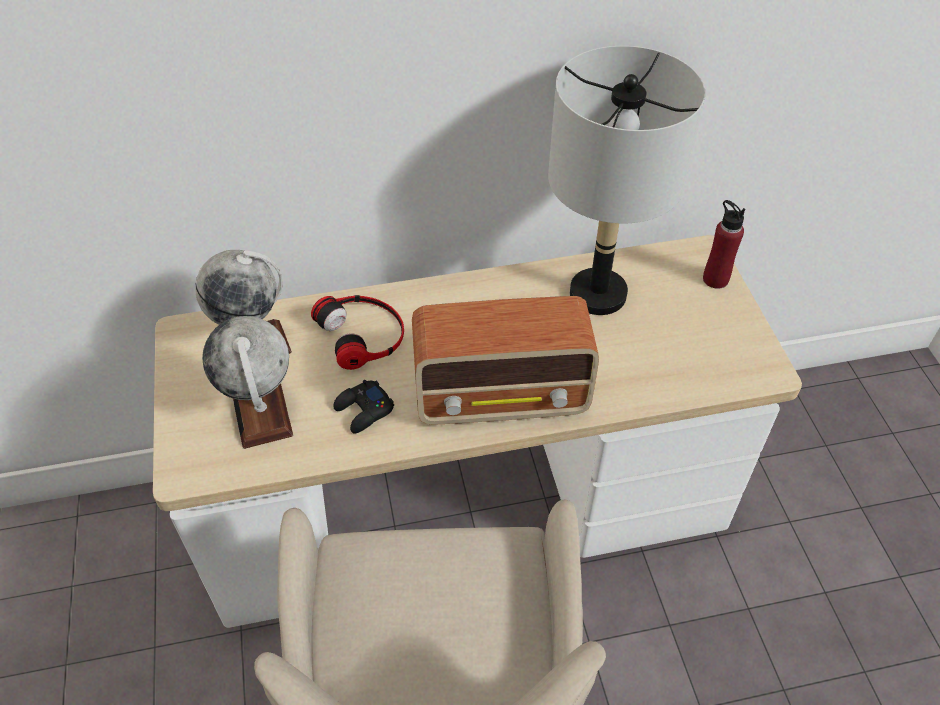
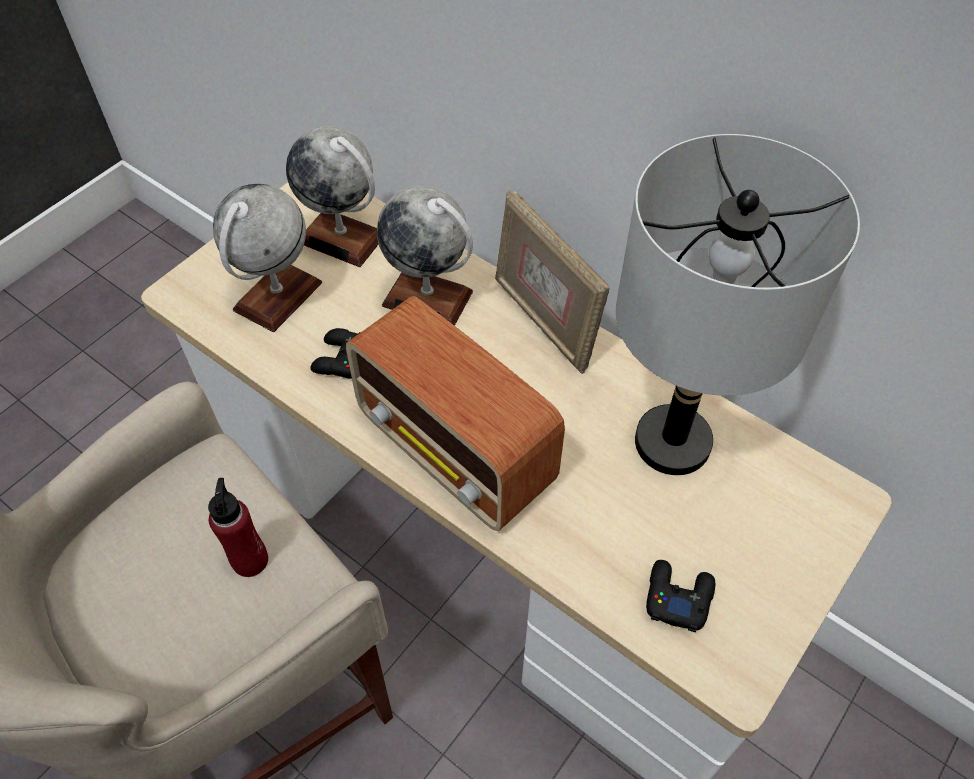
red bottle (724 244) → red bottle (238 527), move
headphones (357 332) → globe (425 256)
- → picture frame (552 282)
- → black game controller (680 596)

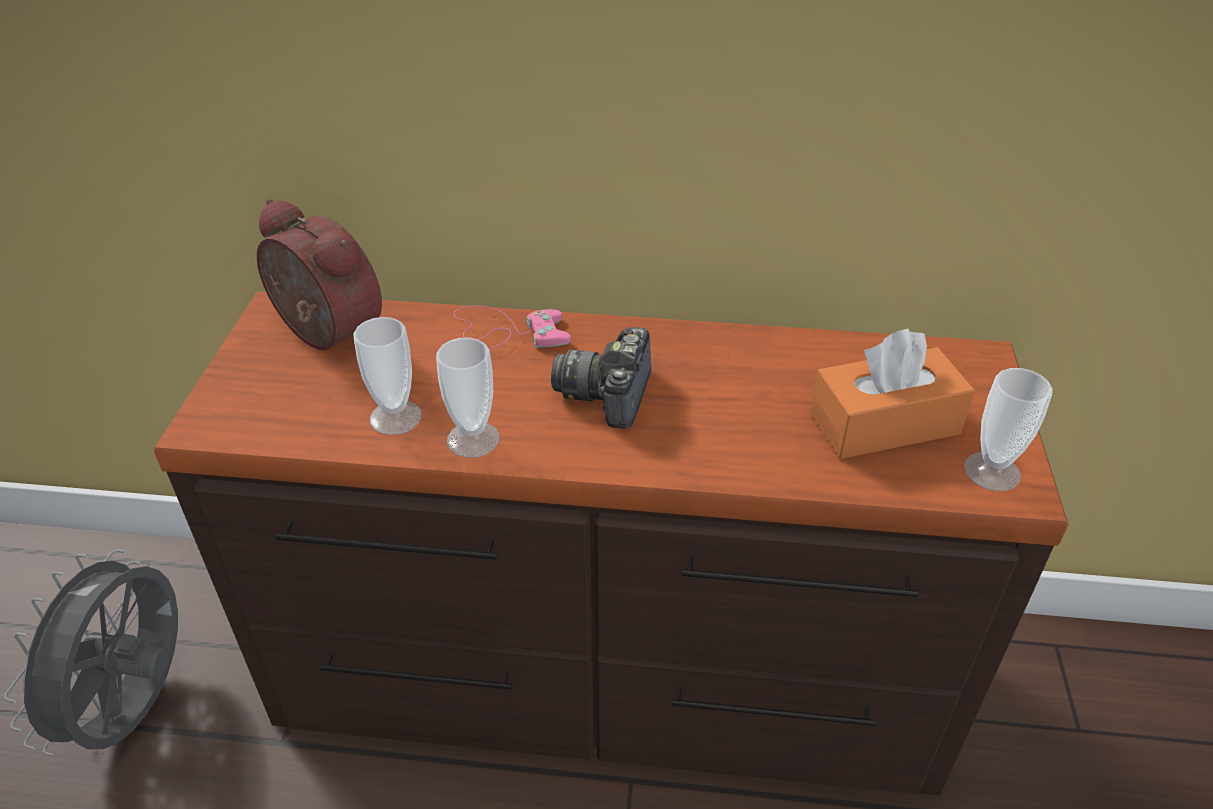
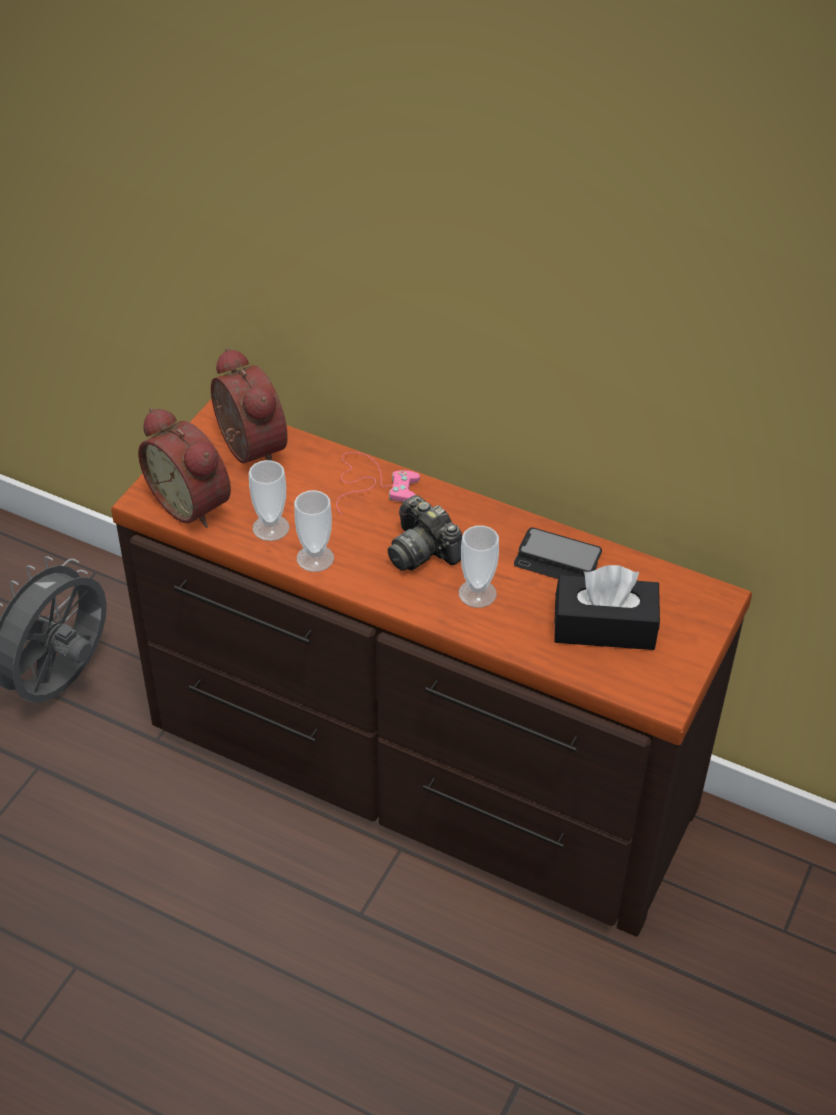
- → alarm clock (184 467)
photo camera (601 378) → photo camera (425 533), 75 degrees counterclockwise
cup (1008 429) → cup (479 566), move
- → phone (558 553)
orange tissue box (892 393) → black tissue box (607 607)

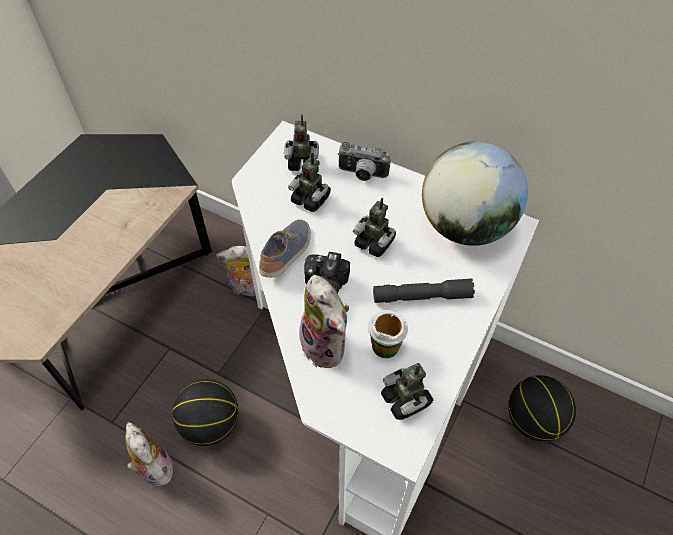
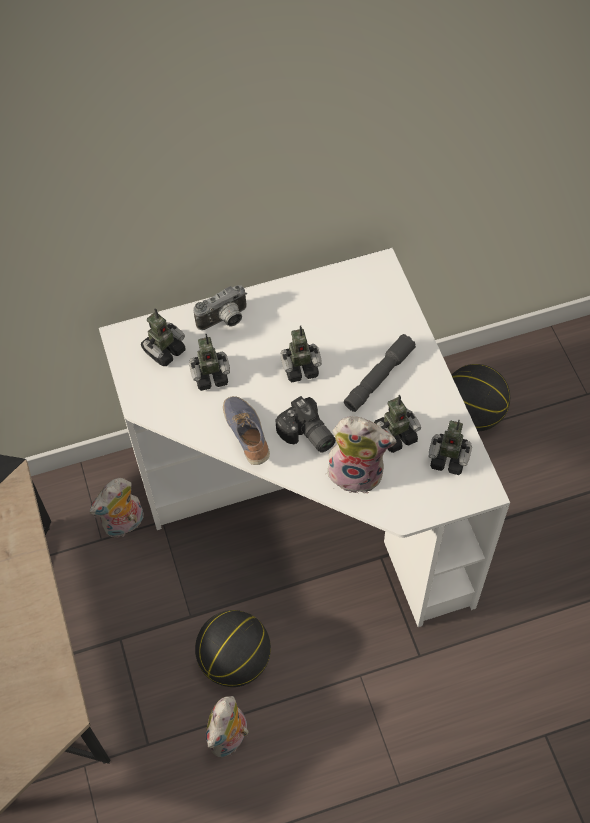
plush toy (149 454) → plush toy (227 726), 75 degrees counterclockwise
cup (388 334) → toy robot (397 424)
globe (475 193) → -

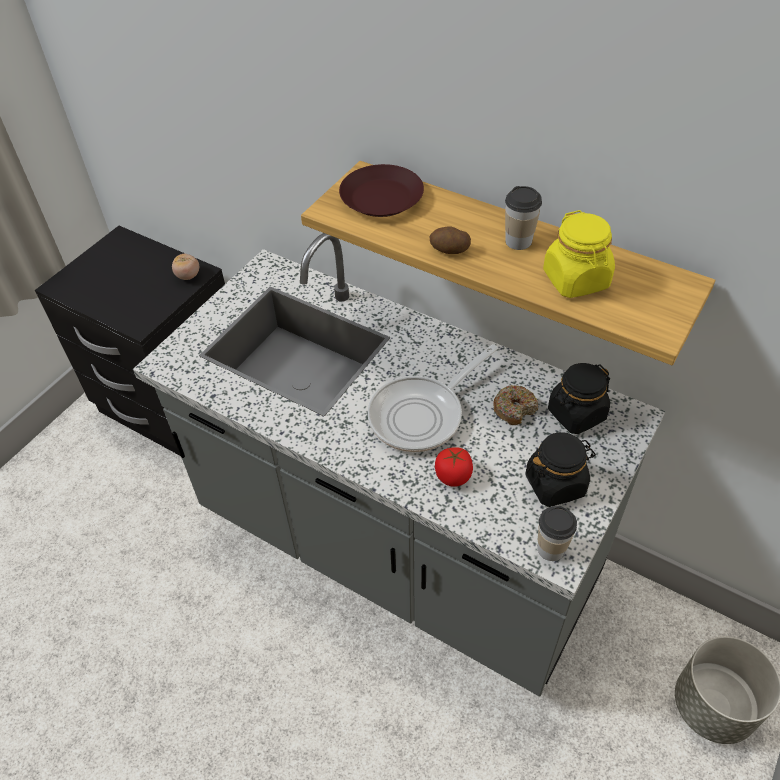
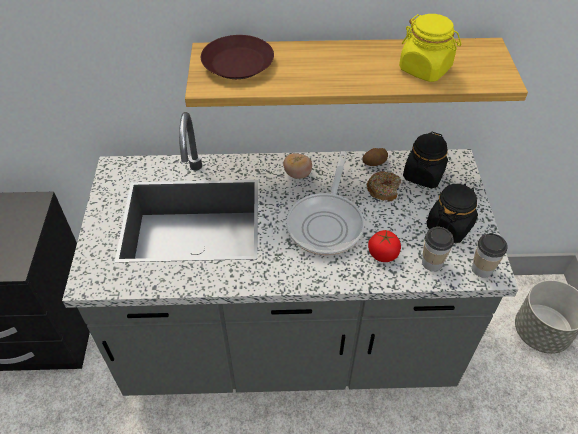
tomato (185 267) → tomato (297 166), move
potato (450 240) → potato (375 157), move
cup (523 218) → cup (438 249), move

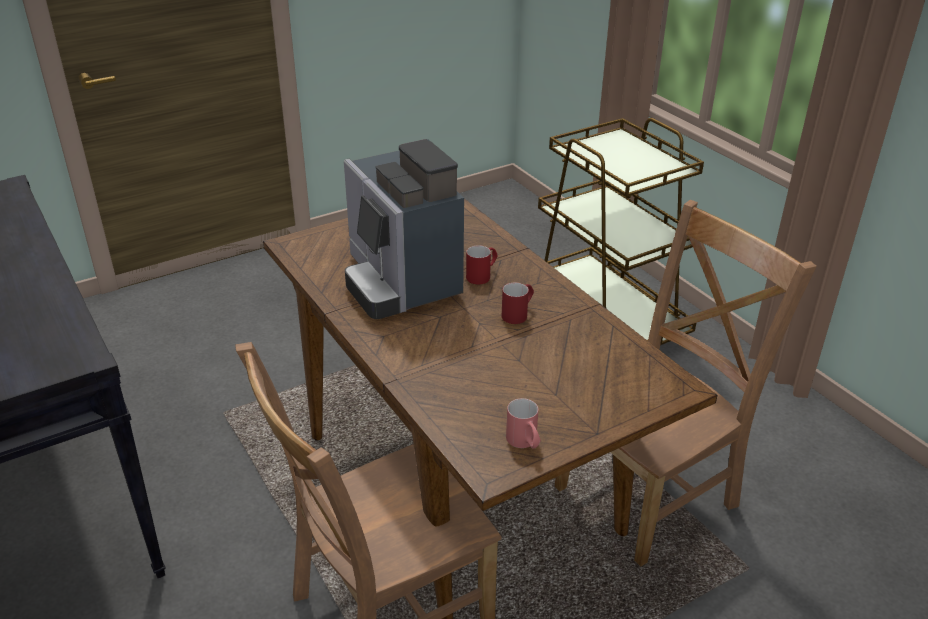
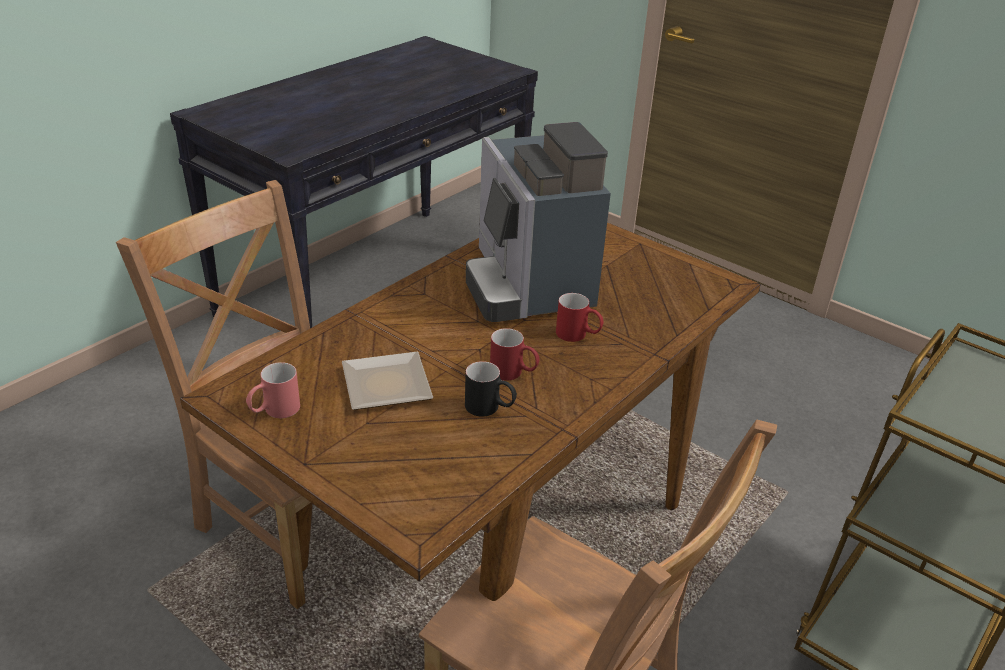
- → plate (387 381)
- → black mug (491 388)
coffee machine (404 229) → coffee machine (538 222), 60 degrees counterclockwise

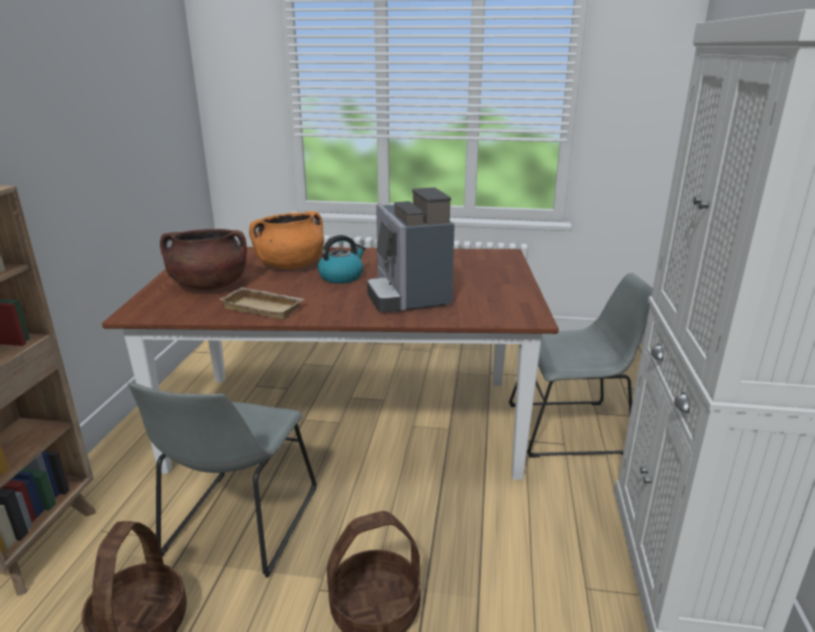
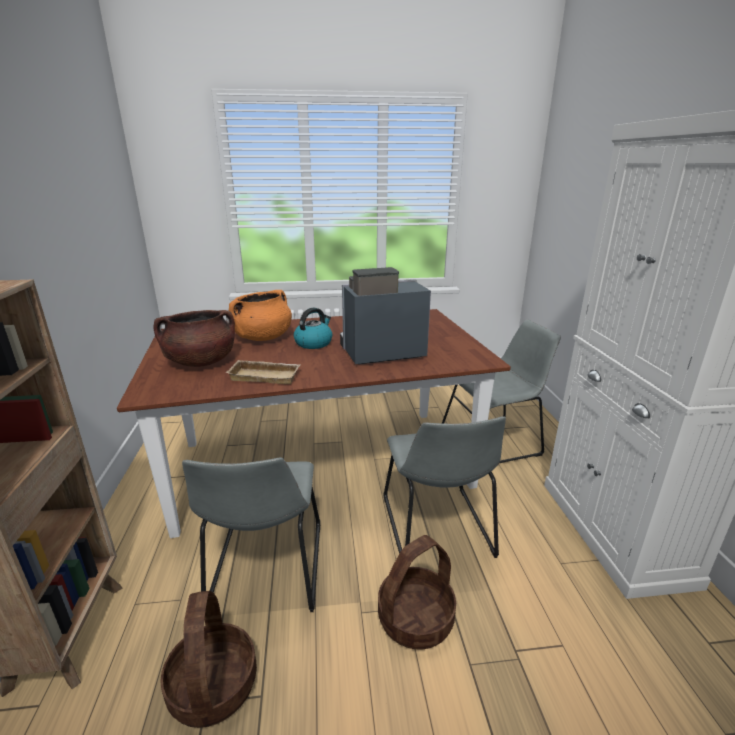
coffee machine (411 250) → coffee machine (385 316), 105 degrees clockwise
- → grey chair (445 487)

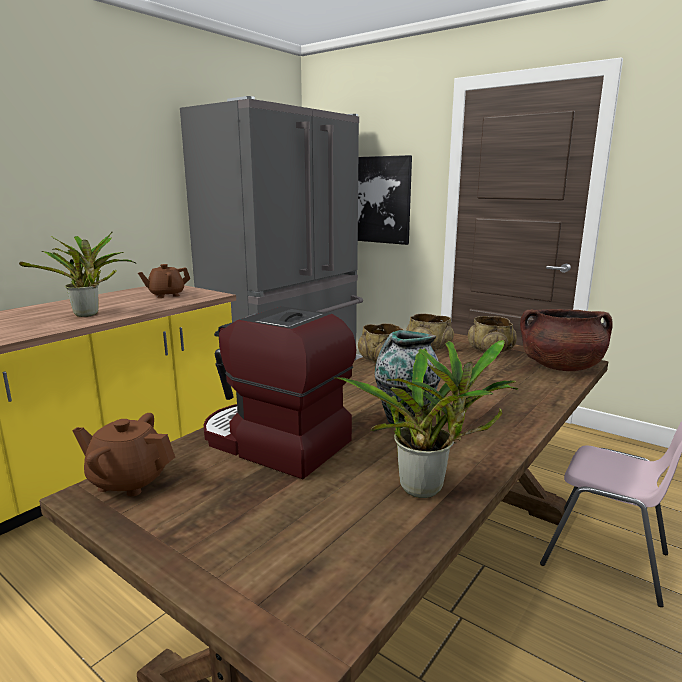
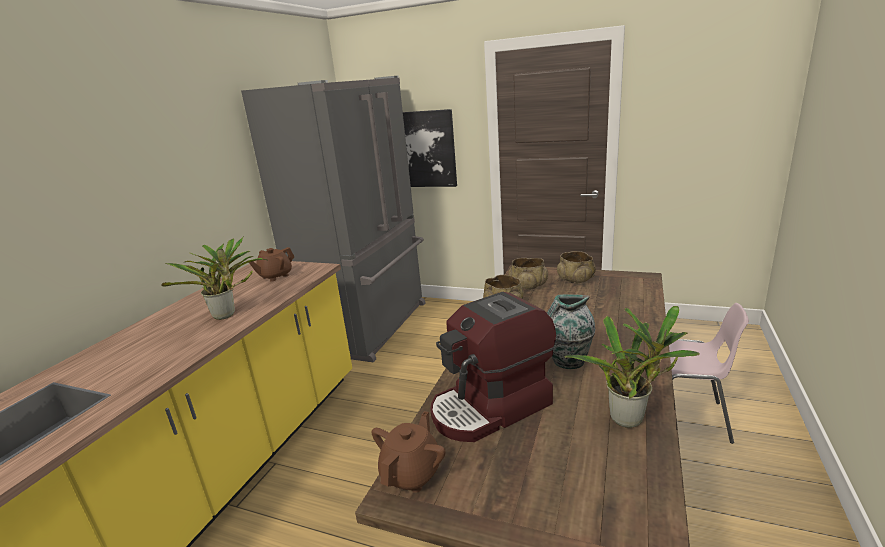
brown teapot (123 454) → brown teapot (408 452), 120 degrees clockwise
coffee machine (279 392) → coffee machine (493 367), 45 degrees counterclockwise
brown cooking pot (566 340) → -

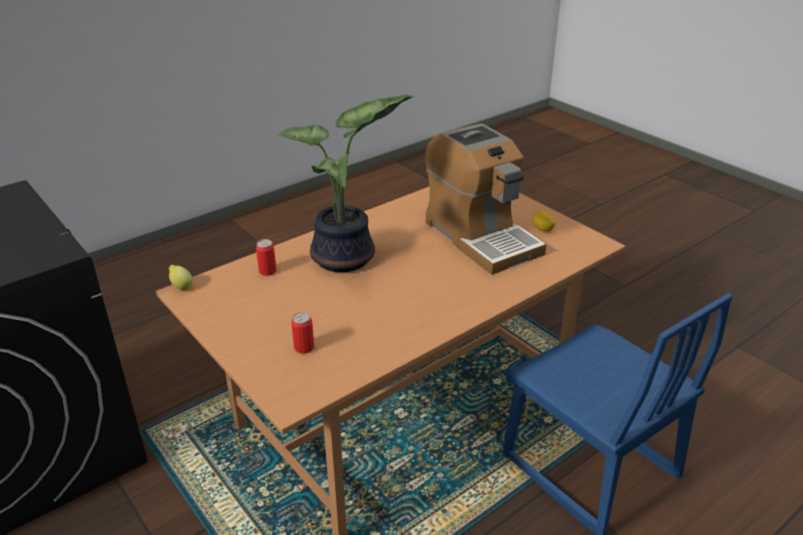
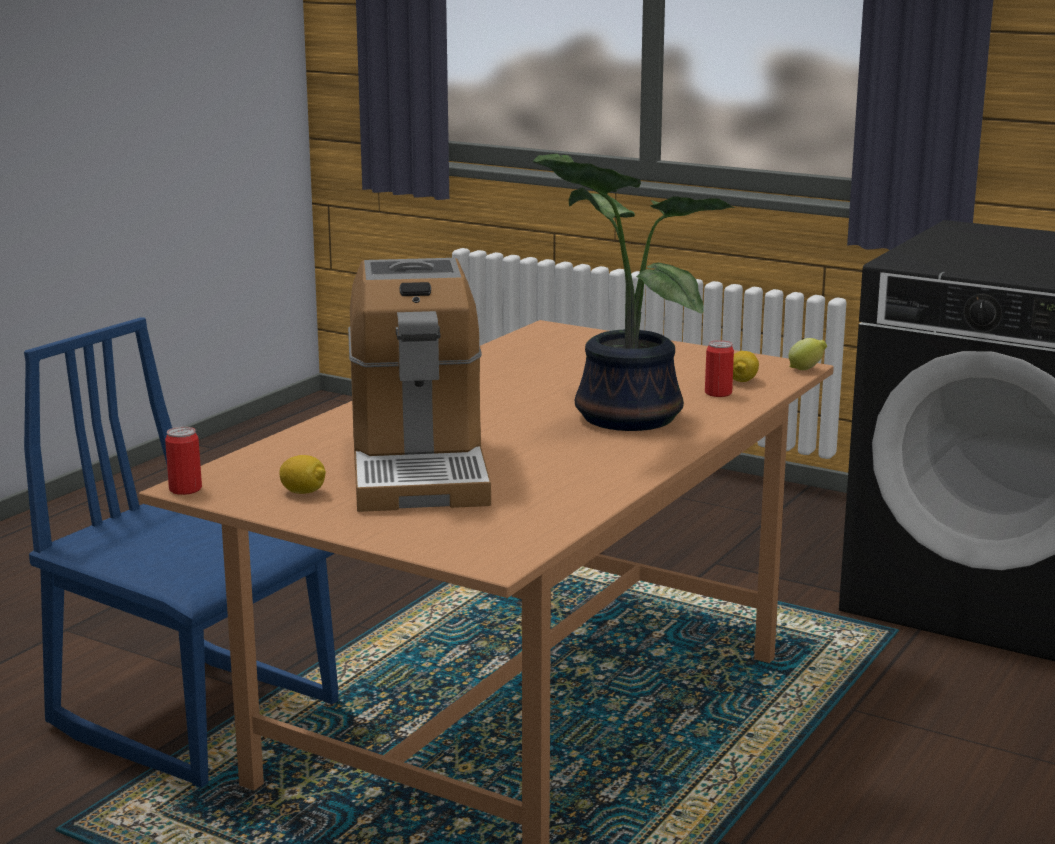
can (302 333) → can (183 461), move
coffee machine (485 199) → coffee machine (419 385), 135 degrees counterclockwise
- → lemon (746 366)

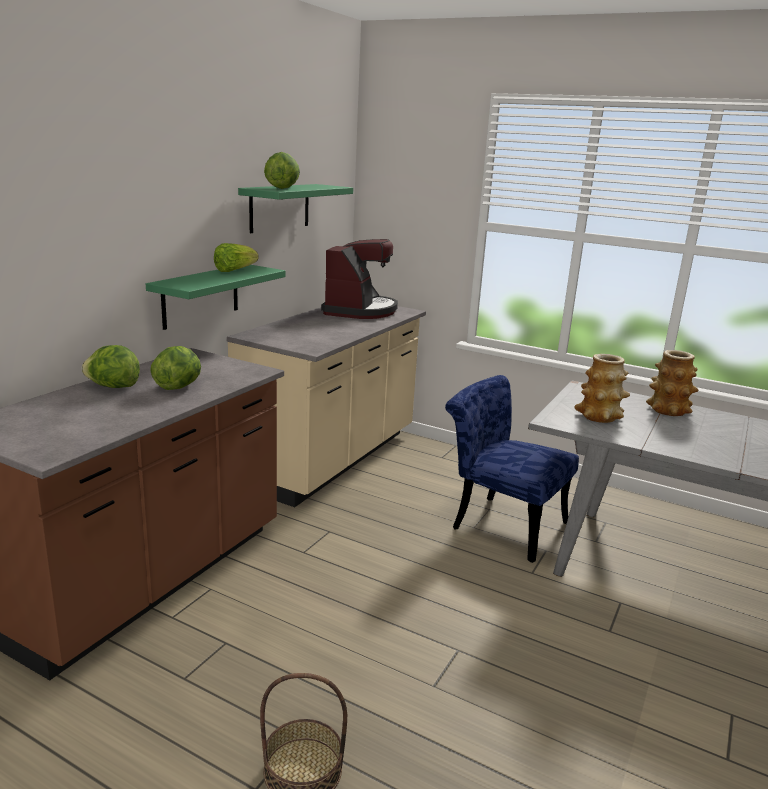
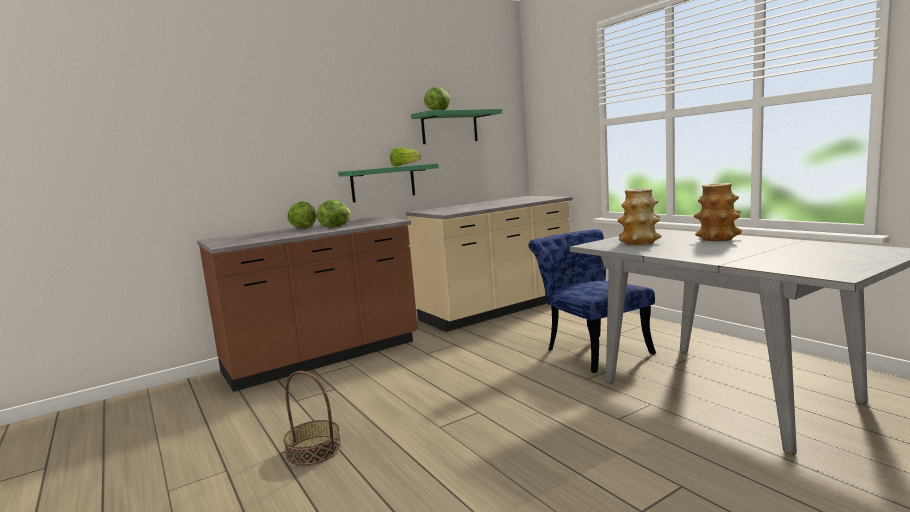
coffee machine (359 279) → -

